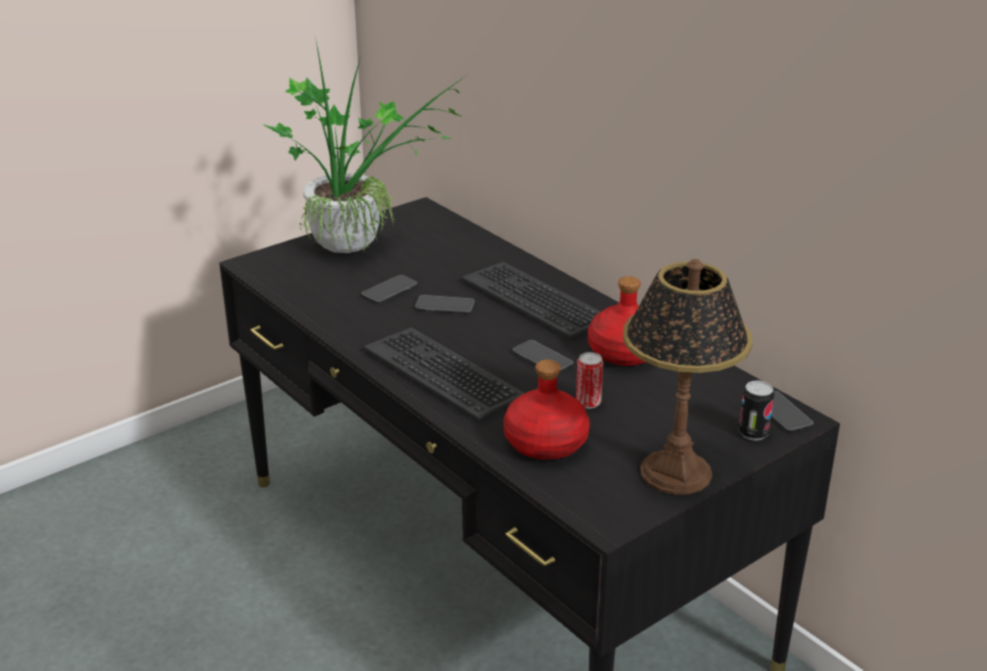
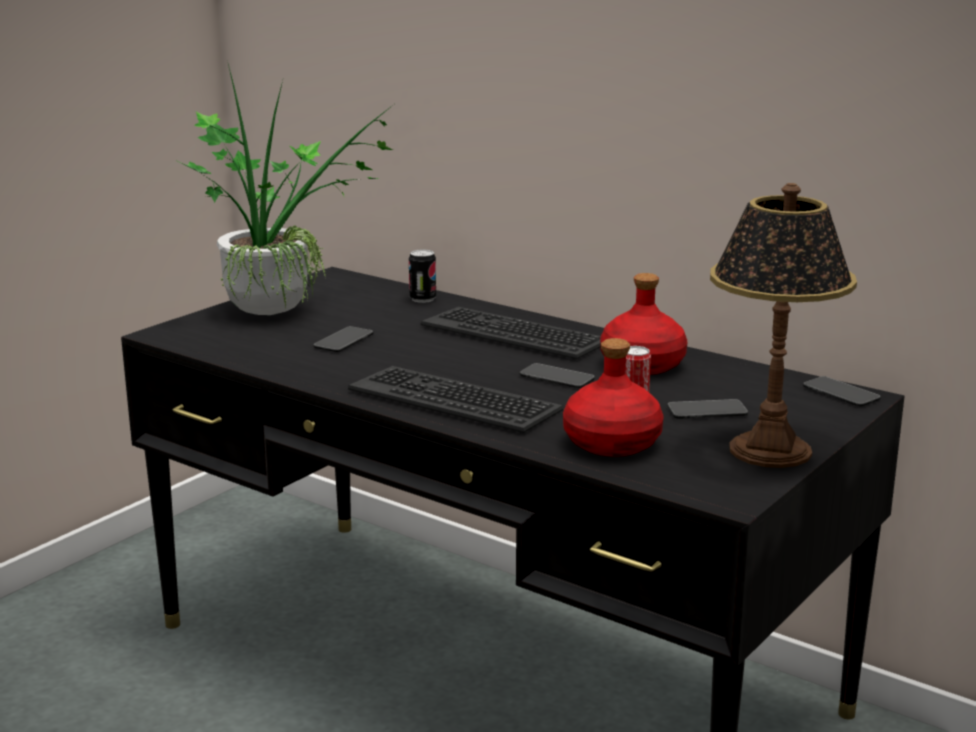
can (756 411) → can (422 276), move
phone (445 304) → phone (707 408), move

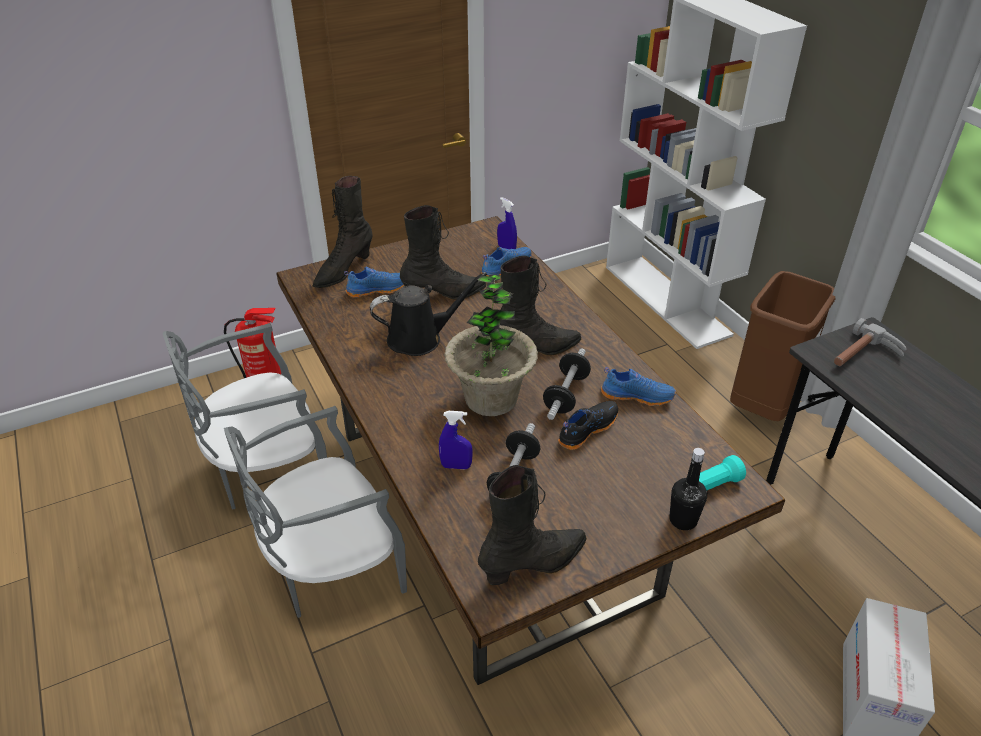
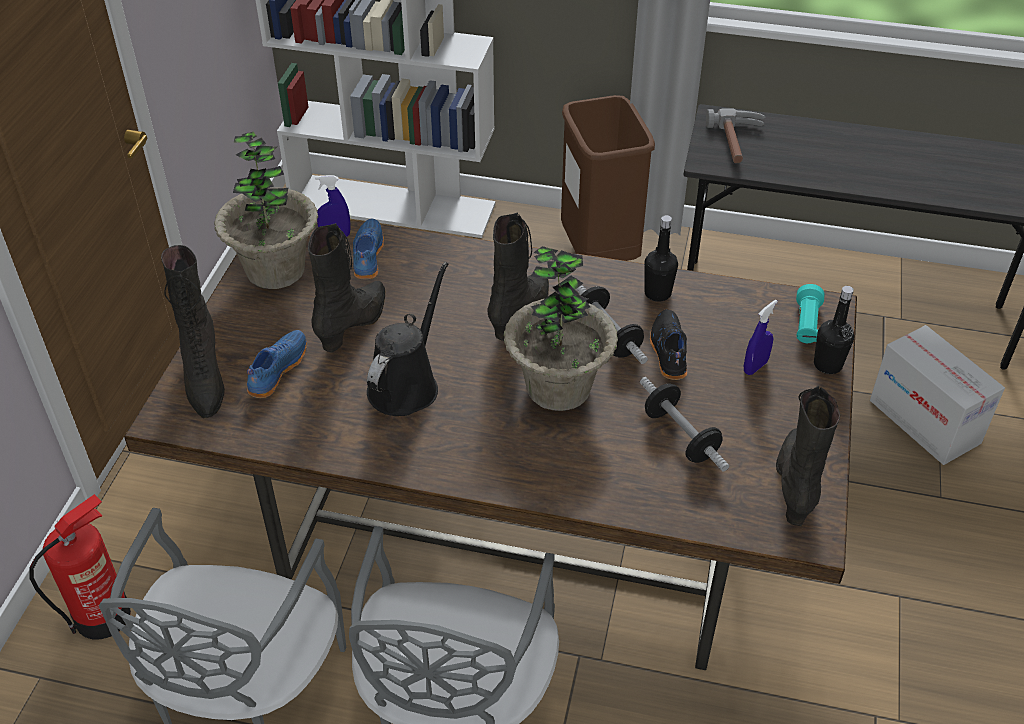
- → potted plant (266 210)
blue shoe (638 386) → black bottle (661 258)
blue spray bottle (456 440) → blue spray bottle (761 337), move

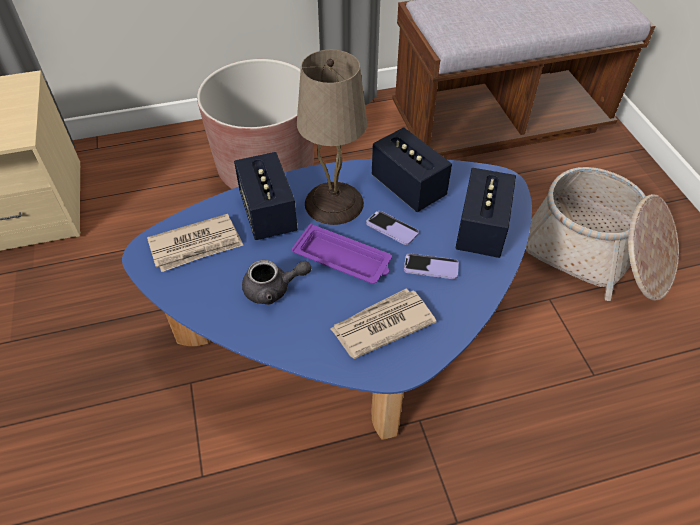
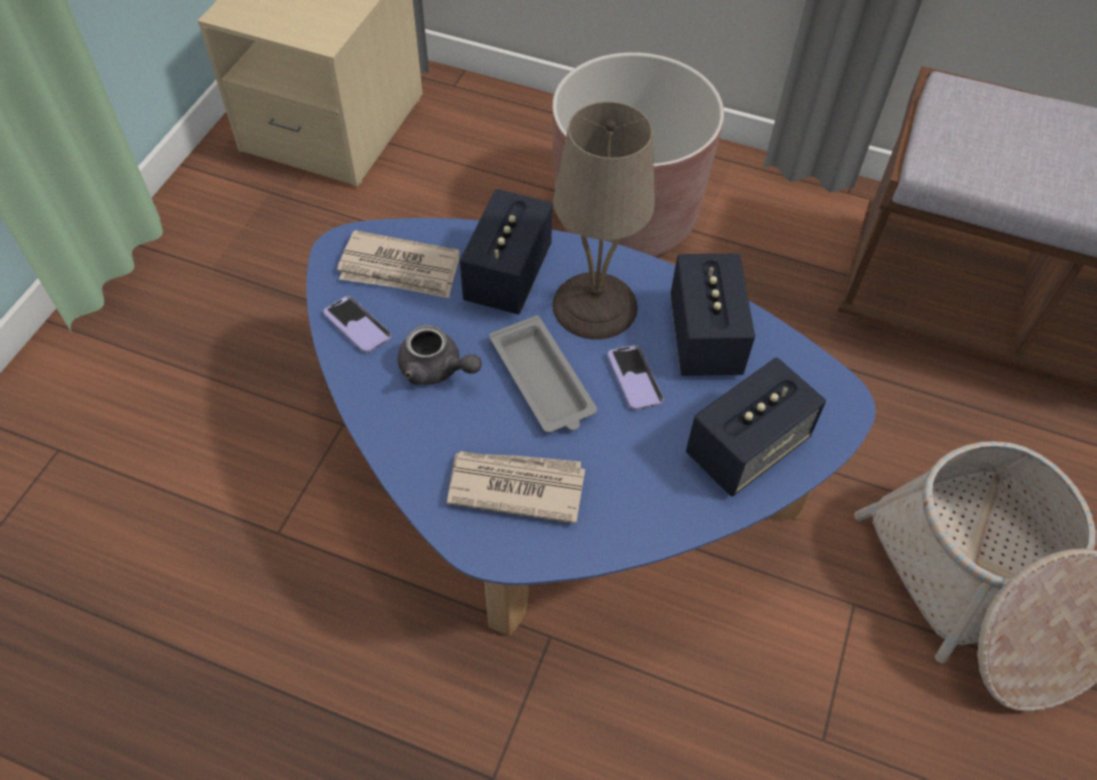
phone (431 266) → phone (358 324), move
purple tray (342 254) → grey tray (543 374)

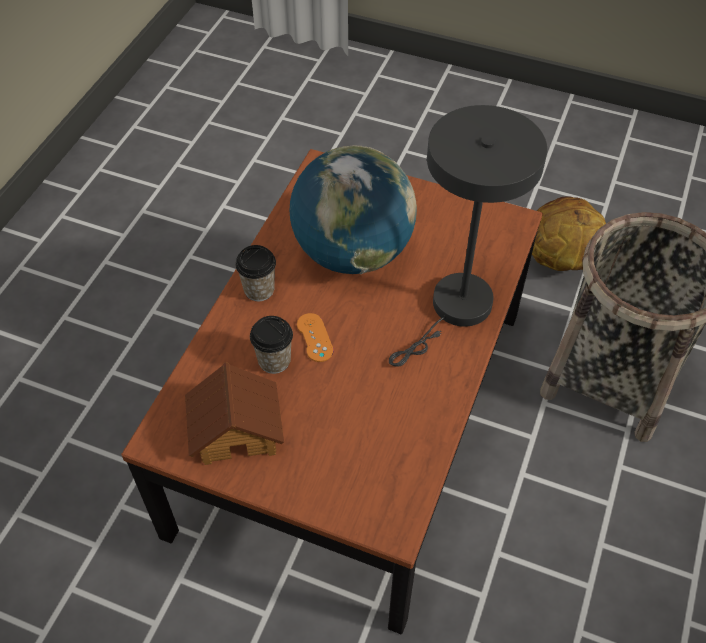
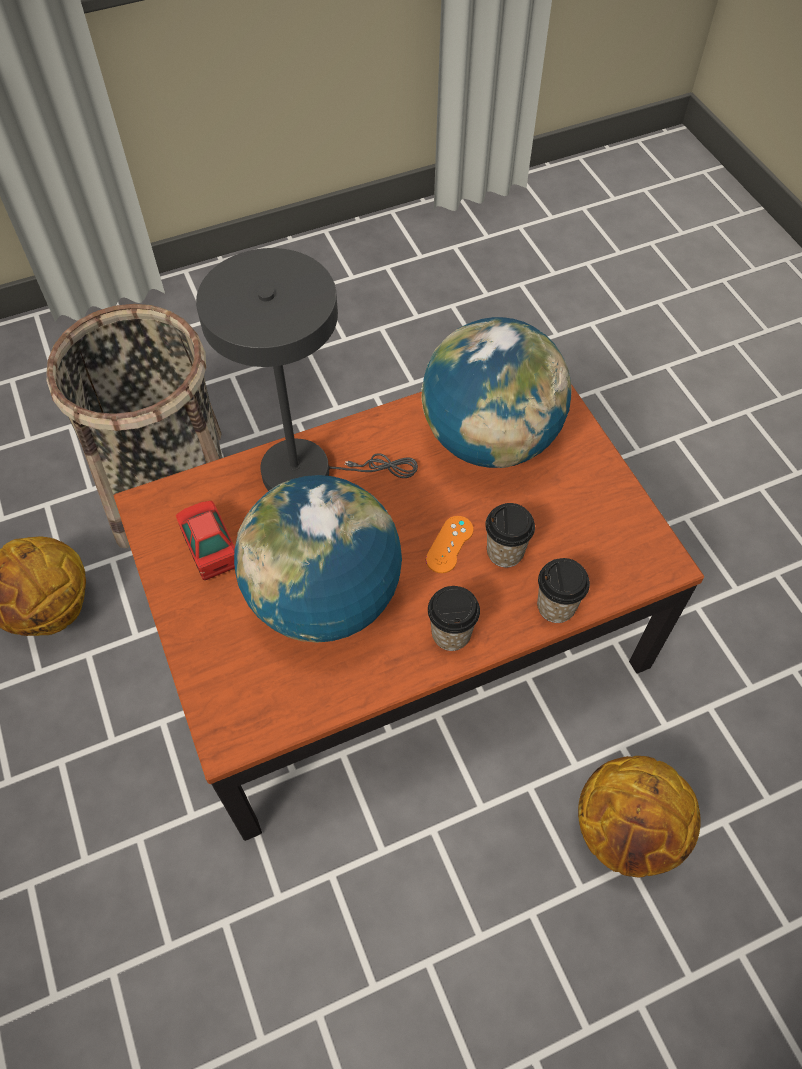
- → toy car (205 540)
- → globe (496 392)
- → cup (563 590)
- → basketball (639 816)
toy house (234 413) → -

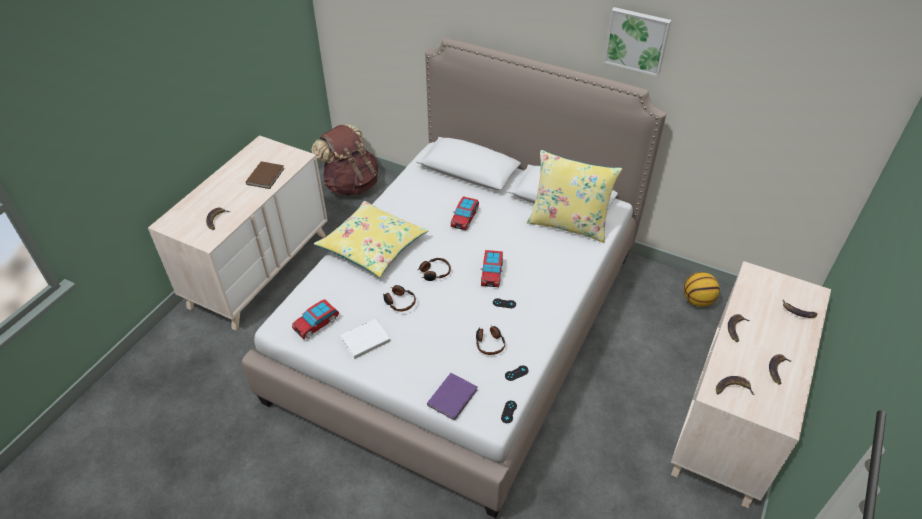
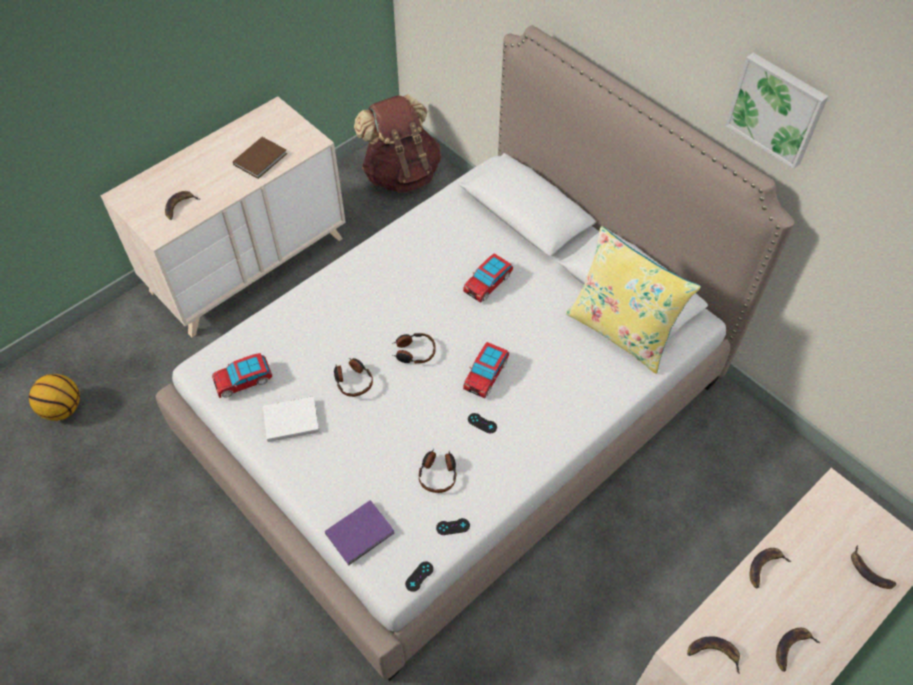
basketball (702 289) → basketball (54 397), move
yellow pillow (371 239) → -

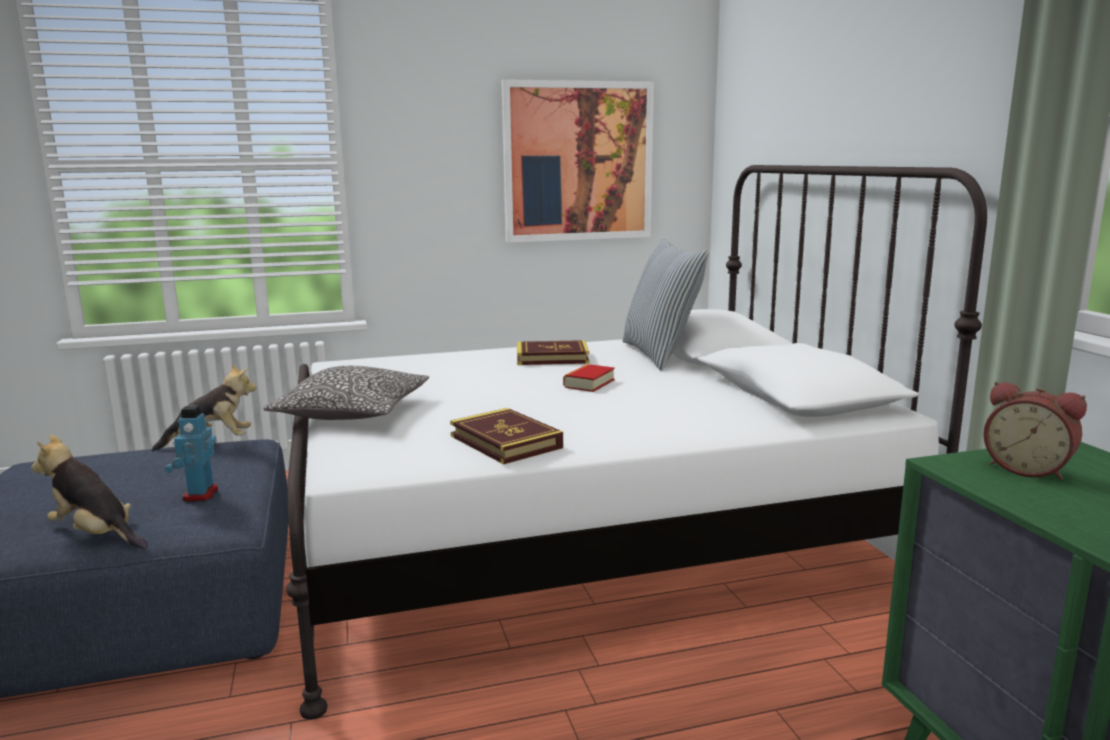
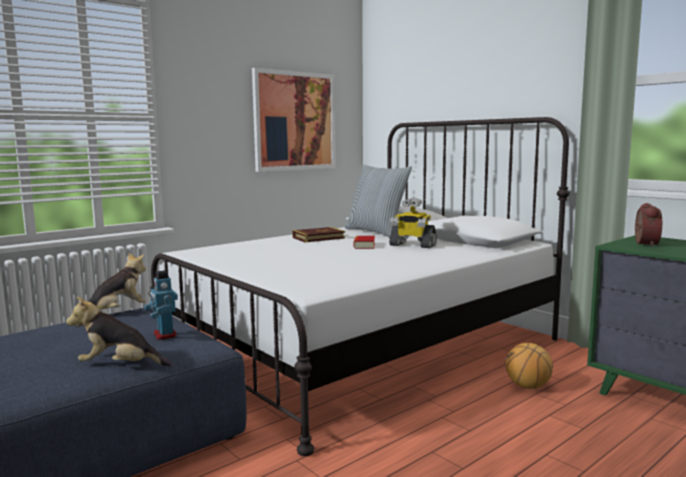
- → toy robot (413 223)
- → basketball (529 366)
alarm clock (1035 431) → alarm clock (648 225), 90 degrees counterclockwise
pillow (346 393) → -
book (506 436) → -

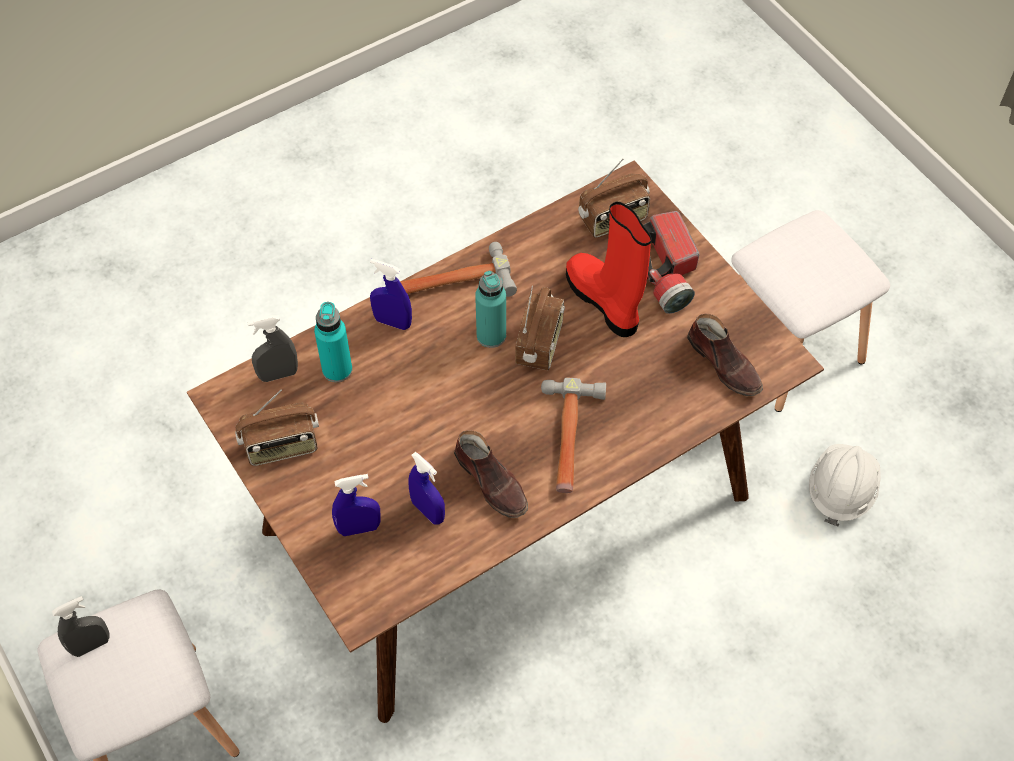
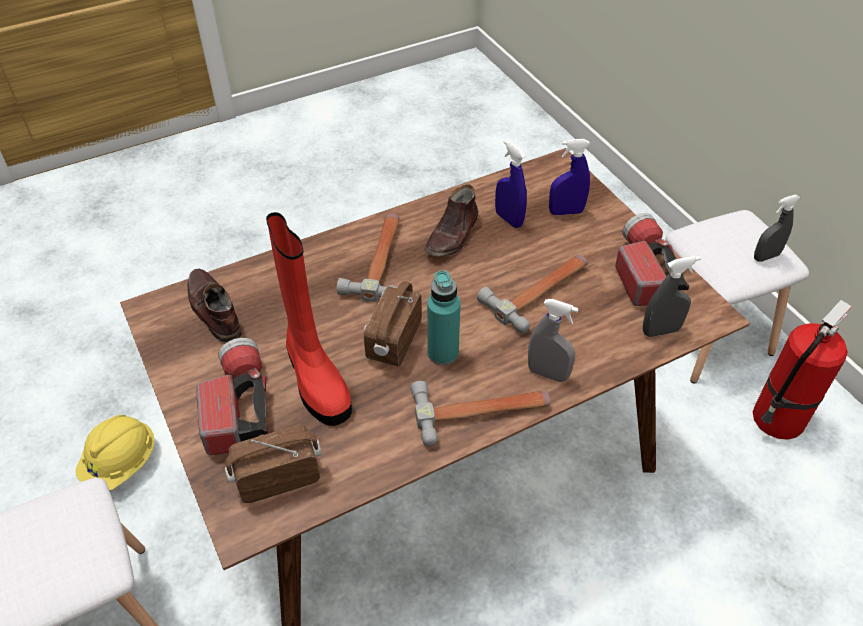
white hard hat (845 485) → yellow hard hat (115 452)
brown shoe (491 474) → brown shoe (451 220), 120 degrees counterclockwise
- → hammer (532 294)
blue spray bottle (391 294) → grey spray bottle (553 340)
radio (277 428) → flashlight (652 259)
- → fire extinguisher (802 370)
turquoise bottle (333 342) → -

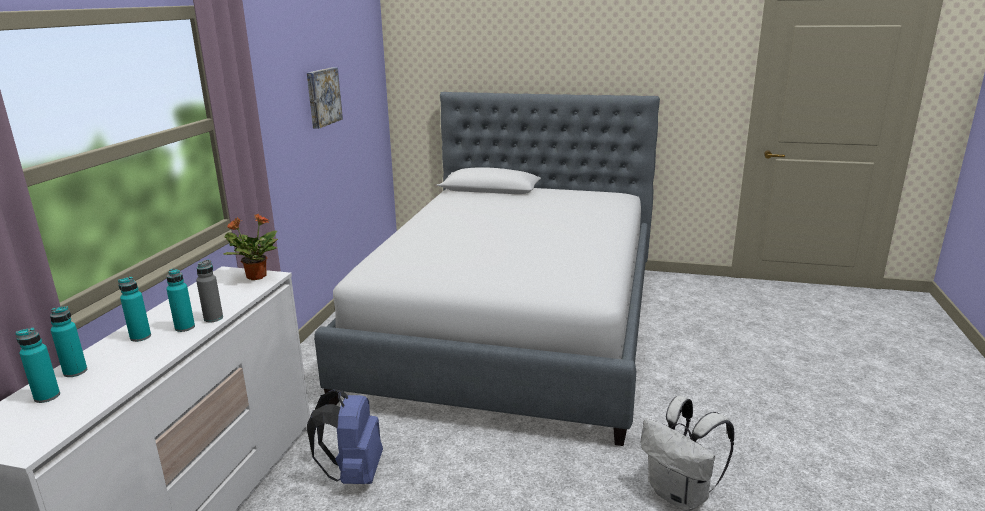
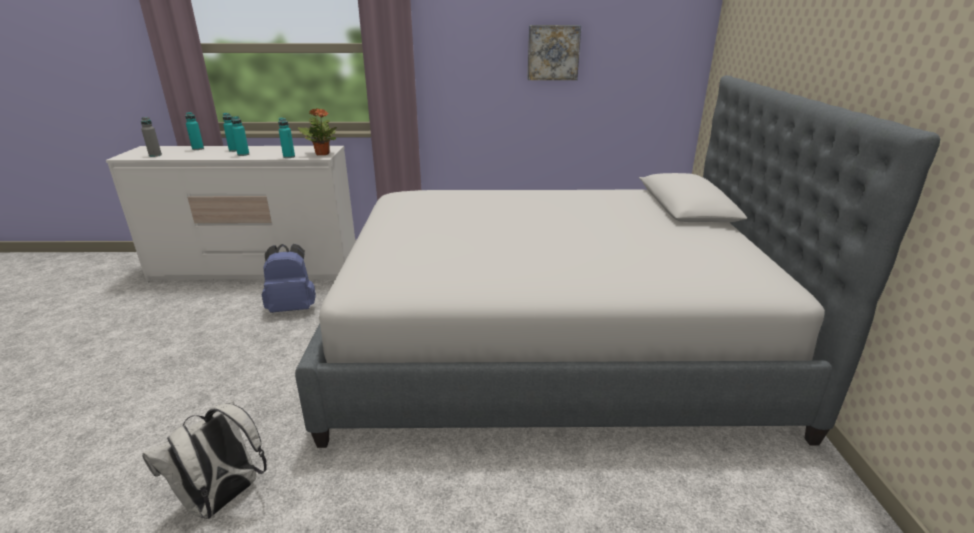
grey bottle (209 291) → grey bottle (151 137), move
turquoise bottle (38 365) → turquoise bottle (286 138), move

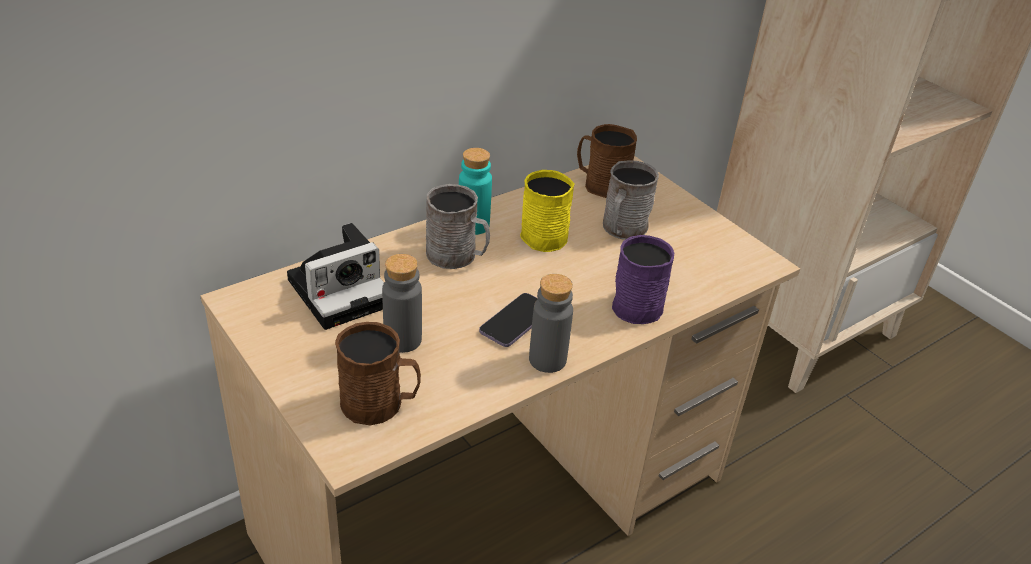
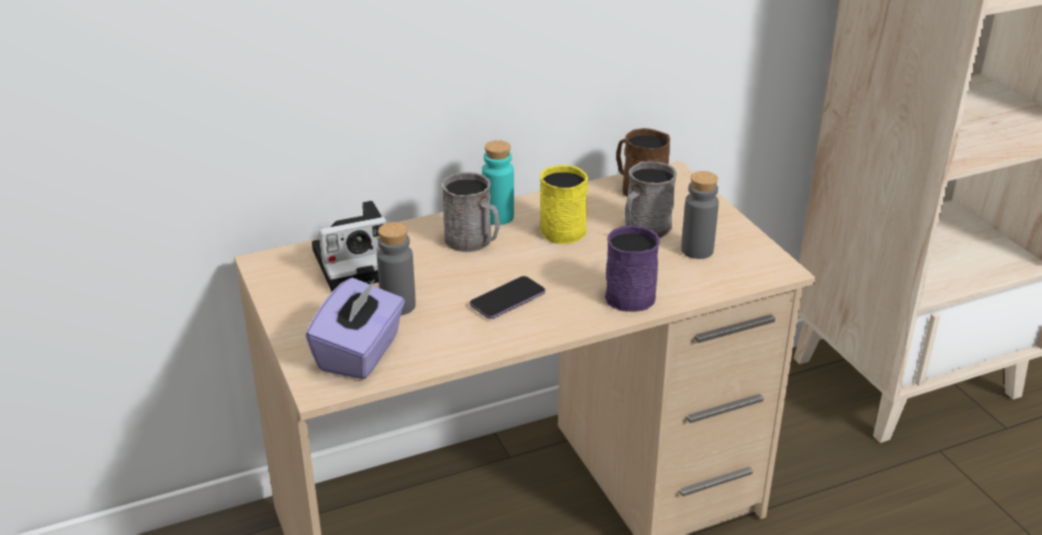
brown mug (378 373) → purple tissue box (355 329)
grey bottle (551 323) → grey bottle (700 215), move

